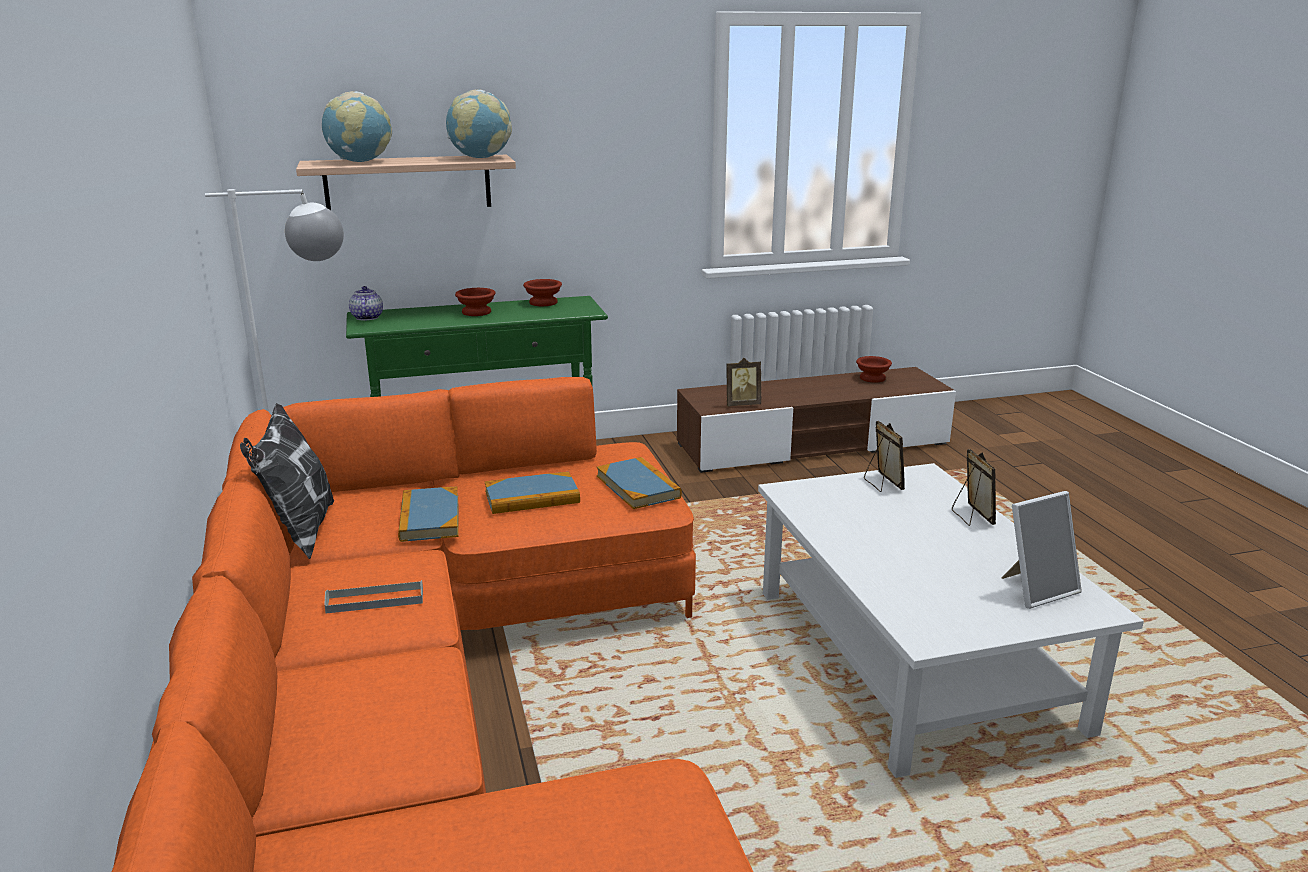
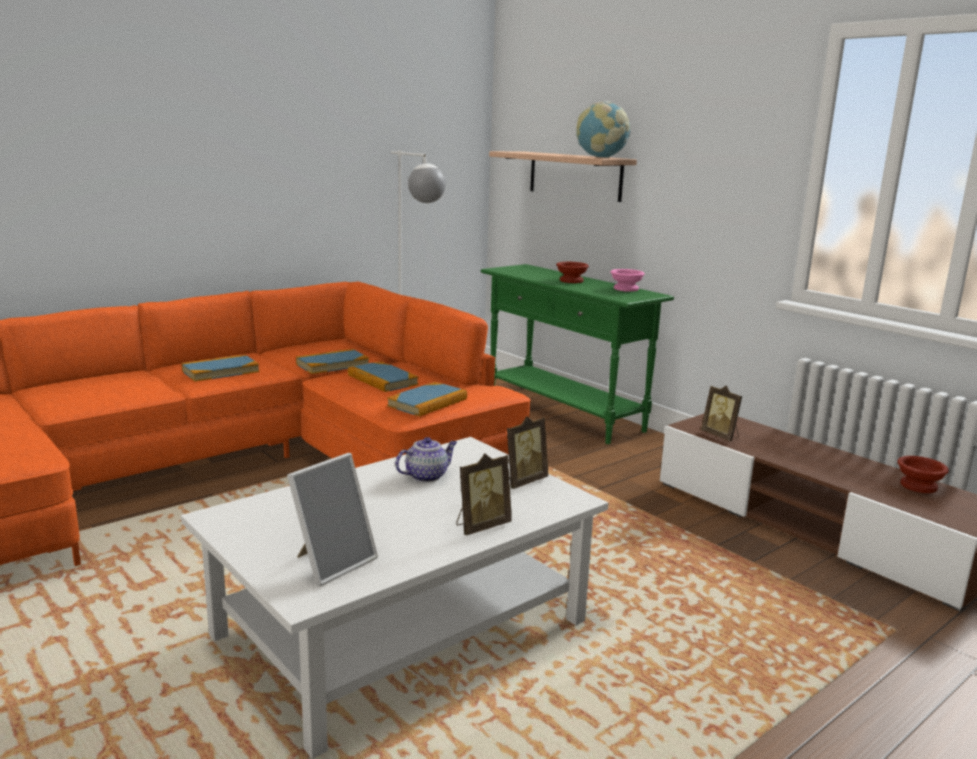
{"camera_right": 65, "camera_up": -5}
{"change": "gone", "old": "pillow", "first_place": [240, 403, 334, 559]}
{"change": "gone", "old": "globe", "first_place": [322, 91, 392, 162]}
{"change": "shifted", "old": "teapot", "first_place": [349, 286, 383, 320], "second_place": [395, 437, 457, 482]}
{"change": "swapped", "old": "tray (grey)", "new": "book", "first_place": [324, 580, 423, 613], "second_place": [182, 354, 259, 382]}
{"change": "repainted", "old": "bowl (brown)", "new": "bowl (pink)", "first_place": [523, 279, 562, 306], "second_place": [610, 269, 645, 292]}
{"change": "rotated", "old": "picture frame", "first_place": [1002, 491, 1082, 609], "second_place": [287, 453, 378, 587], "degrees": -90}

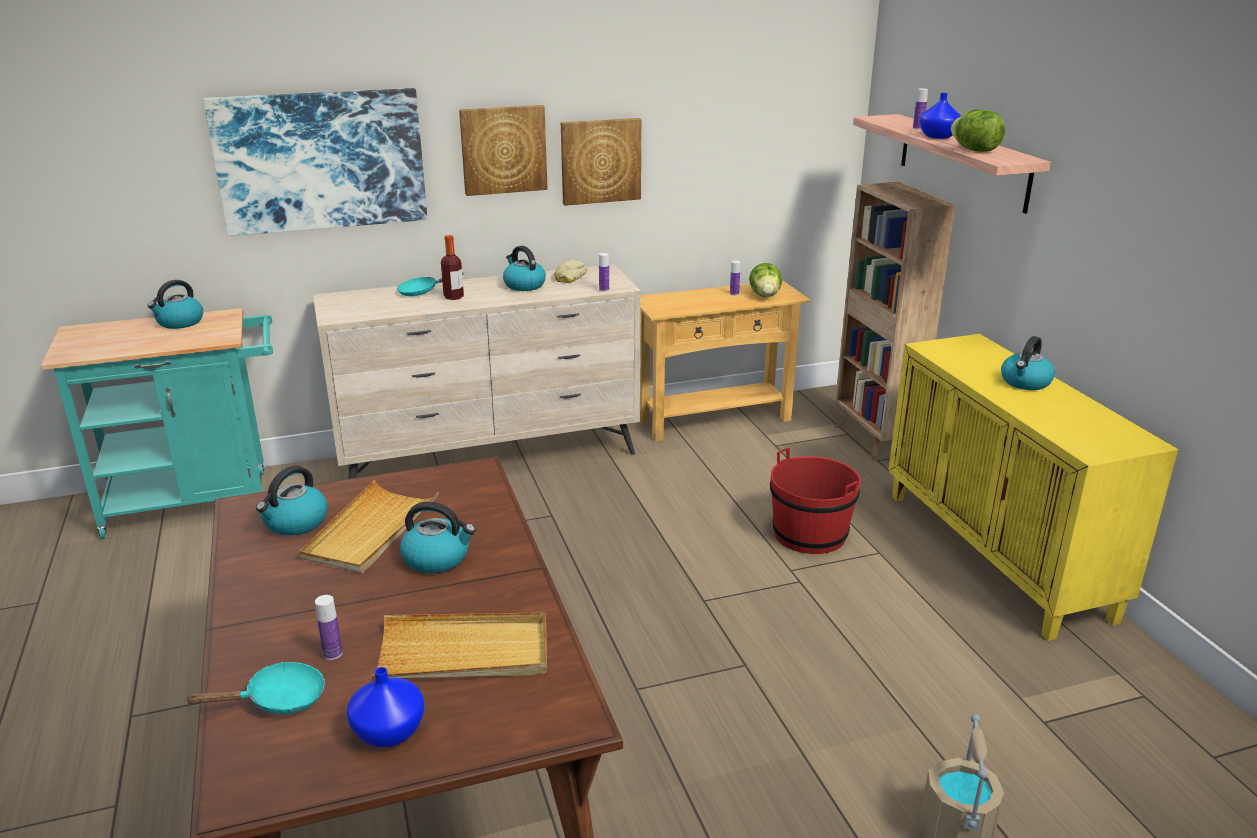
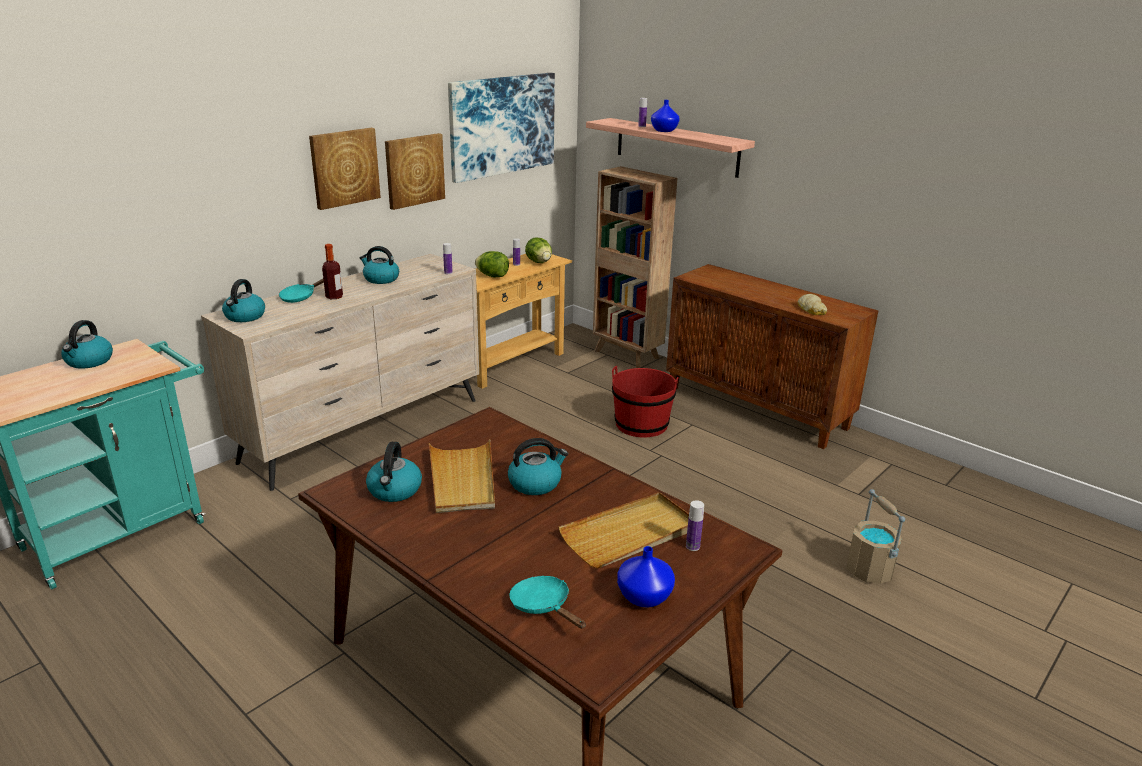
{"camera_right": -30, "camera_up": 0}
{"change": "shifted", "old": "picture", "first_place": [203, 88, 427, 236], "second_place": [448, 73, 555, 183]}
{"change": "shifted", "old": "bottle", "first_place": [315, 595, 342, 660], "second_place": [686, 500, 704, 551]}
{"change": "shifted", "old": "bread", "first_place": [554, 259, 587, 283], "second_place": [797, 294, 827, 315]}
{"change": "shifted", "old": "lettuce", "first_place": [951, 110, 1005, 152], "second_place": [475, 251, 509, 277]}
{"change": "shifted", "old": "kettle", "first_place": [1001, 336, 1055, 390], "second_place": [222, 279, 265, 322]}
{"change": "repainted", "old": "cabinet (yellow)", "new": "cabinet (brown)", "first_place": [888, 334, 1178, 641], "second_place": [666, 264, 879, 449]}
{"change": "rotated", "old": "frying pan (turquoise)", "first_place": [185, 662, 325, 714], "second_place": [509, 576, 586, 629], "degrees": -75}

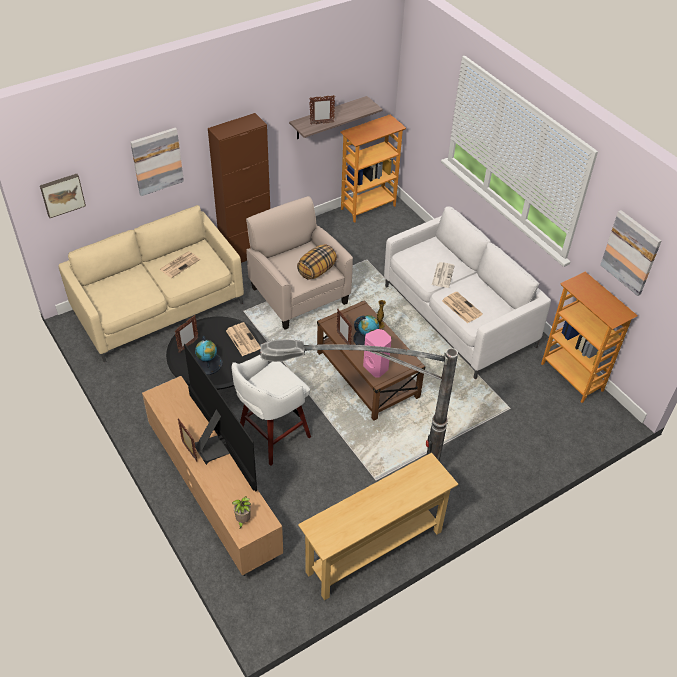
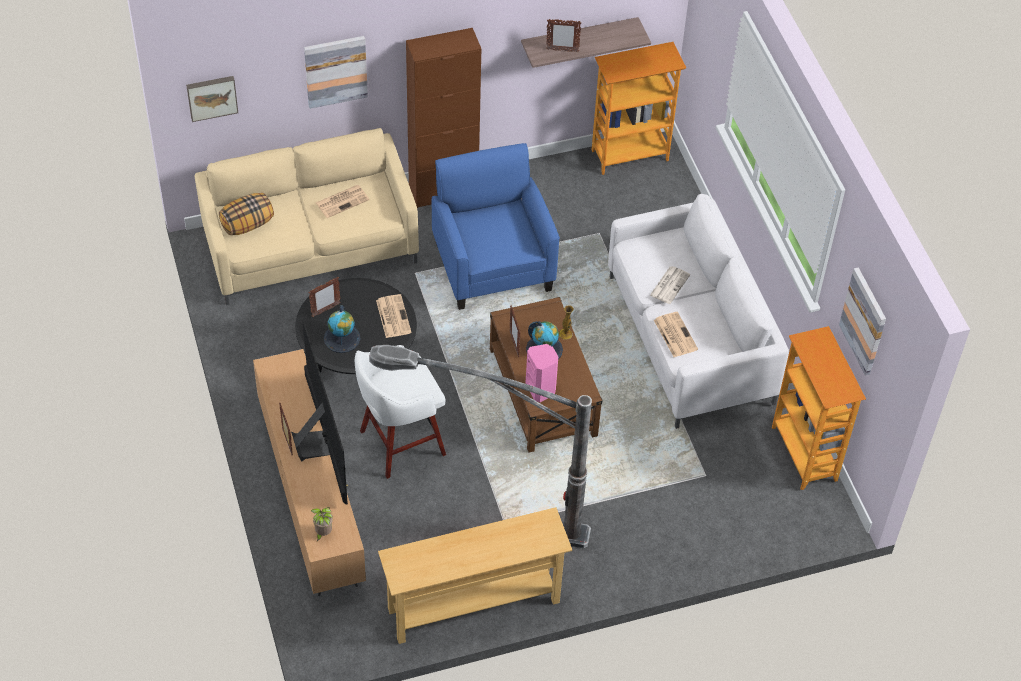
{"camera_right": 15, "camera_up": 5}
{"change": "shifted", "old": "pillow", "first_place": [297, 244, 337, 280], "second_place": [219, 193, 274, 235]}
{"change": "repainted", "old": "armchair (beige)", "new": "armchair (blue)", "first_place": [246, 196, 353, 330], "second_place": [432, 143, 560, 310]}

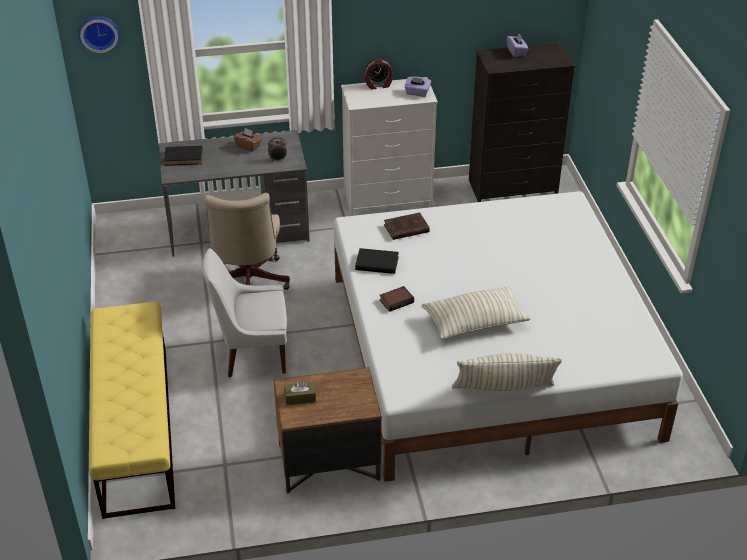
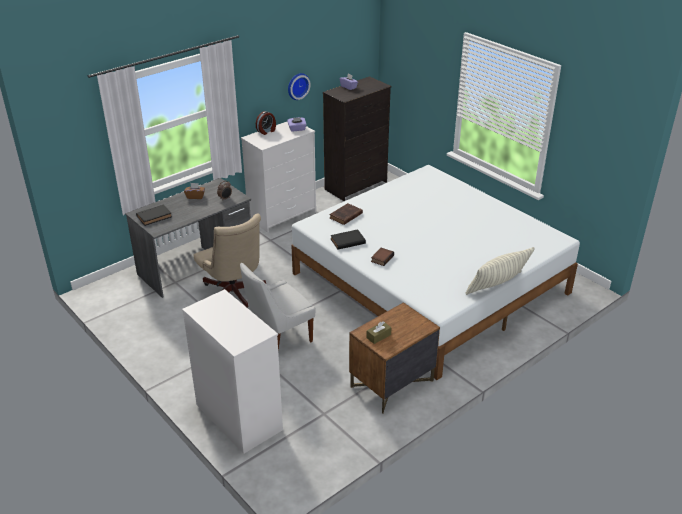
{"camera_right": -30, "camera_up": -5}
{"change": "gone", "old": "pillow", "first_place": [422, 286, 531, 340]}
{"change": "shifted", "old": "wall clock", "first_place": [78, 16, 120, 53], "second_place": [288, 73, 311, 100]}
{"change": "swapped", "old": "bench (yellow)", "new": "dresser (white)", "first_place": [89, 302, 175, 519], "second_place": [182, 289, 283, 454]}

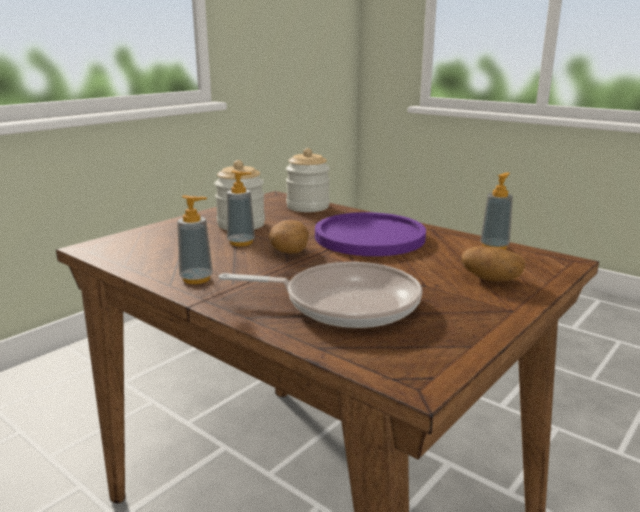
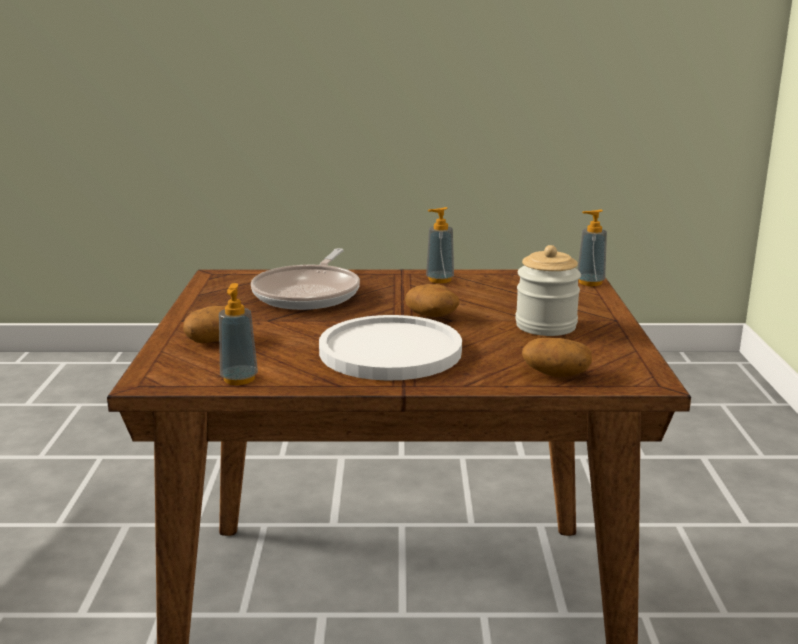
{"camera_right": 140, "camera_up": 0}
{"change": "shifted", "old": "soap dispenser", "first_place": [227, 170, 255, 246], "second_place": [577, 210, 607, 286]}
{"change": "swapped", "old": "jar", "new": "potato", "first_place": [286, 148, 330, 212], "second_place": [522, 338, 592, 377]}
{"change": "repainted", "old": "plate (purple)", "new": "plate (white)", "first_place": [315, 212, 426, 256], "second_place": [319, 315, 462, 381]}
{"change": "rotated", "old": "frying pan", "first_place": [219, 262, 422, 328], "second_place": [251, 248, 360, 310], "degrees": -45}

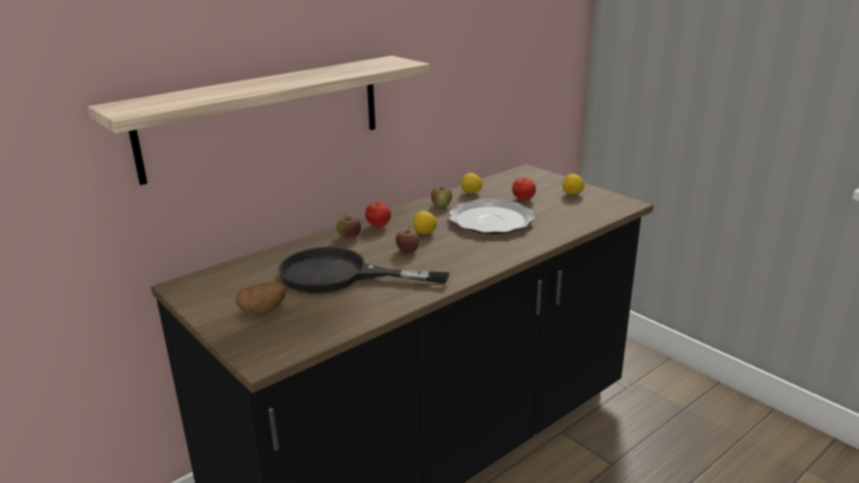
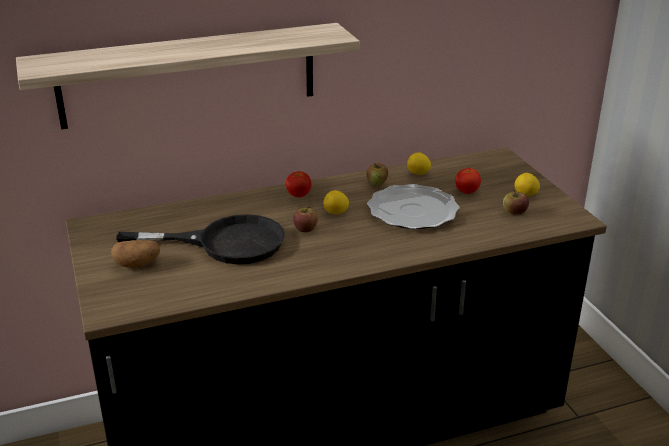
{"camera_right": 20, "camera_up": 5}
{"change": "shifted", "old": "apple", "first_place": [336, 214, 361, 238], "second_place": [503, 190, 529, 214]}
{"change": "rotated", "old": "frying pan (black)", "first_place": [278, 247, 449, 293], "second_place": [116, 214, 285, 265], "degrees": 150}

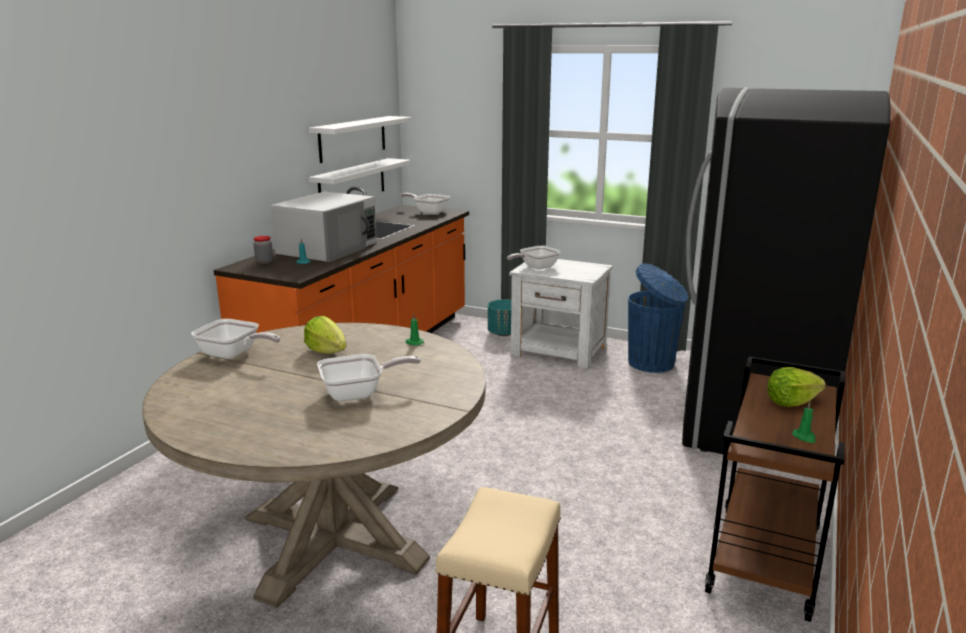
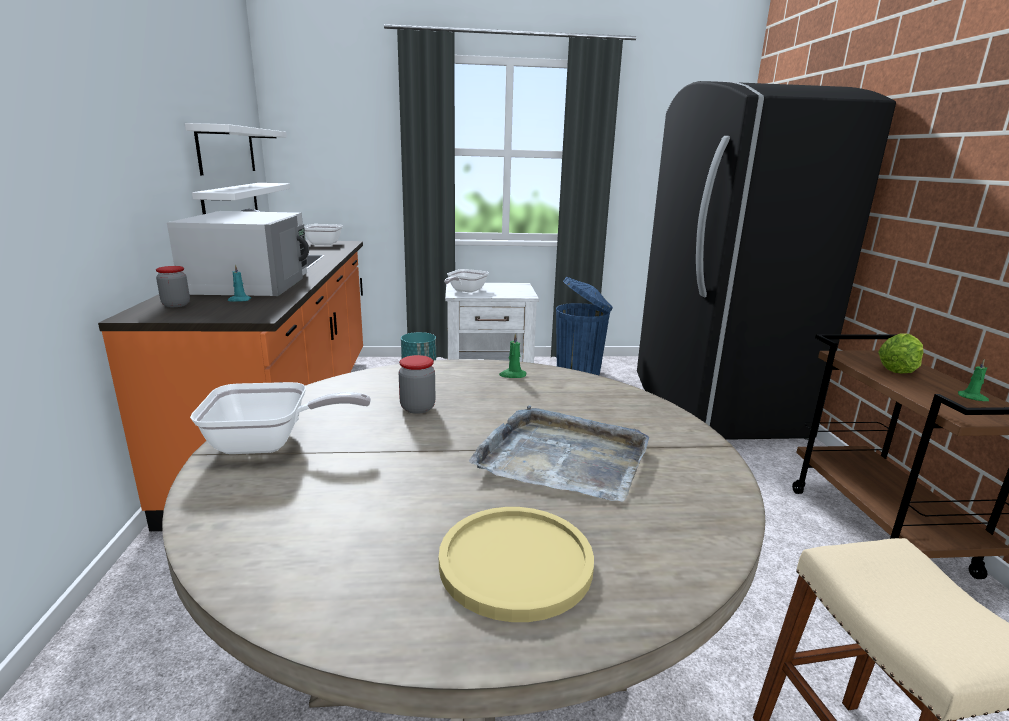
{"camera_right": -30, "camera_up": 0}
{"change": "new", "new": "plate (yellow)", "second_place": [439, 507, 594, 622]}
{"change": "swapped", "old": "lettuce", "new": "jar", "first_place": [304, 316, 346, 354], "second_place": [398, 355, 435, 414]}
{"change": "swapped", "old": "frying pan", "new": "tray (grey)", "first_place": [317, 354, 421, 402], "second_place": [469, 405, 649, 502]}

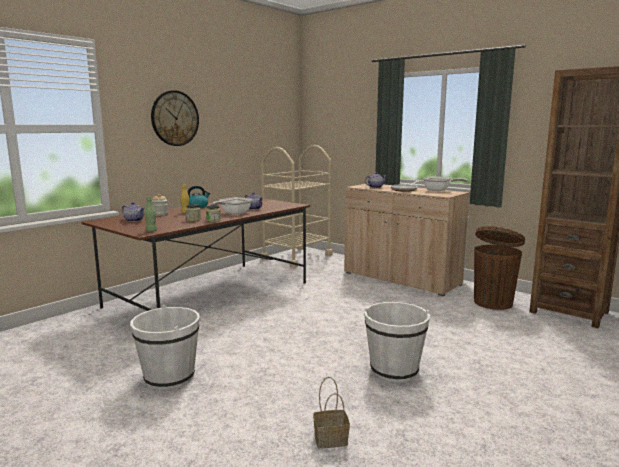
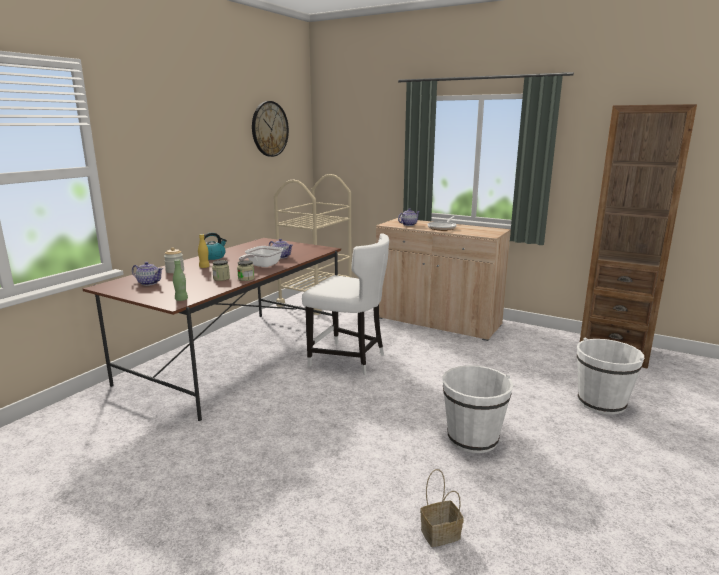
{"camera_right": -10, "camera_up": 5}
{"change": "gone", "old": "frying pan", "first_place": [423, 176, 468, 191]}
{"change": "gone", "old": "trash can (brown)", "first_place": [474, 226, 525, 310]}
{"change": "new", "new": "chair (white)", "second_place": [302, 234, 389, 375]}
{"change": "shifted", "old": "bucket (white)", "first_place": [130, 305, 200, 390], "second_place": [577, 338, 644, 415]}
{"change": "shifted", "old": "wall clock", "first_place": [151, 90, 199, 146], "second_place": [252, 101, 289, 157]}

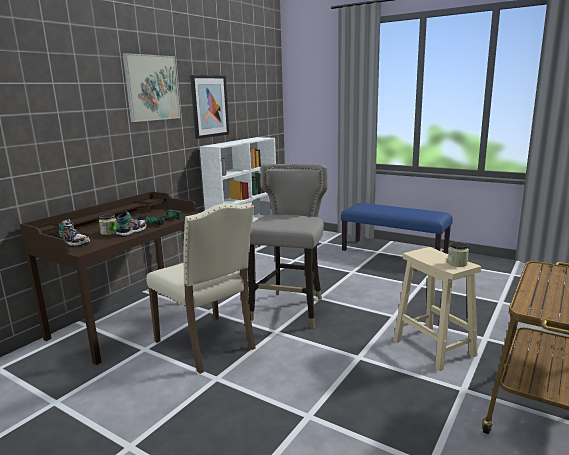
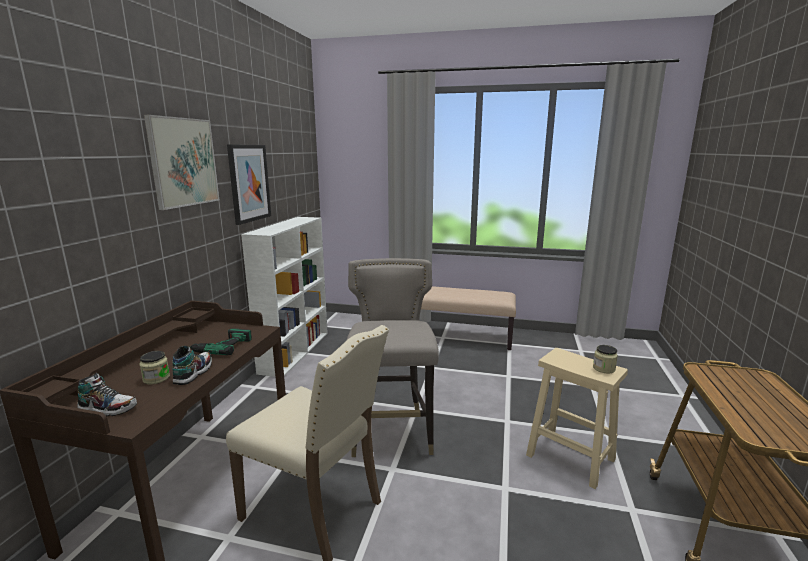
{"camera_right": -20, "camera_up": 0}
{"change": "repainted", "old": "bench (blue)", "new": "bench (beige)", "first_place": [341, 203, 453, 254], "second_place": [421, 286, 516, 350]}

